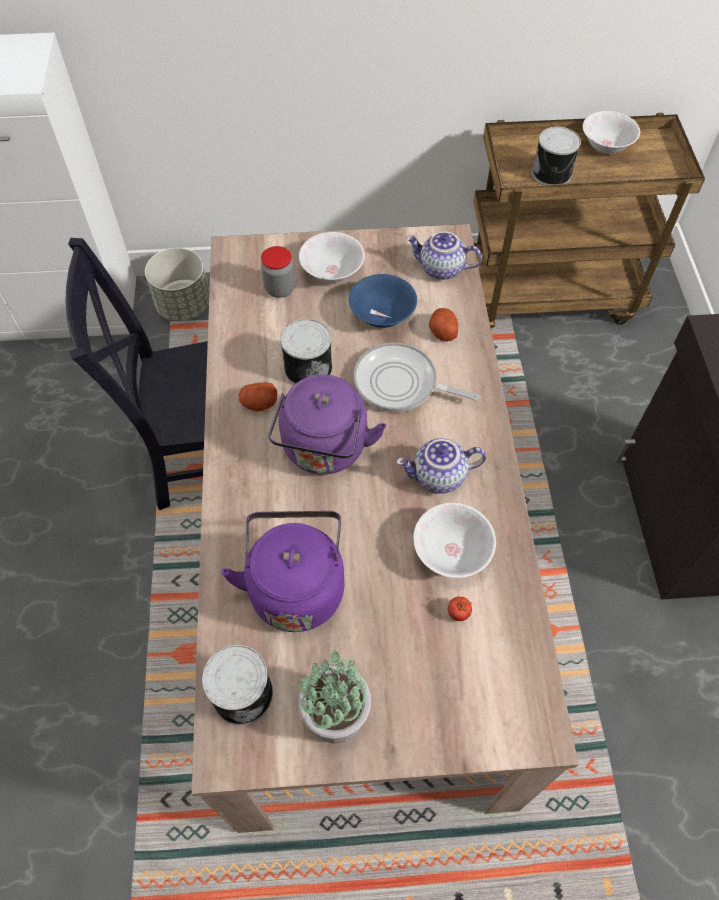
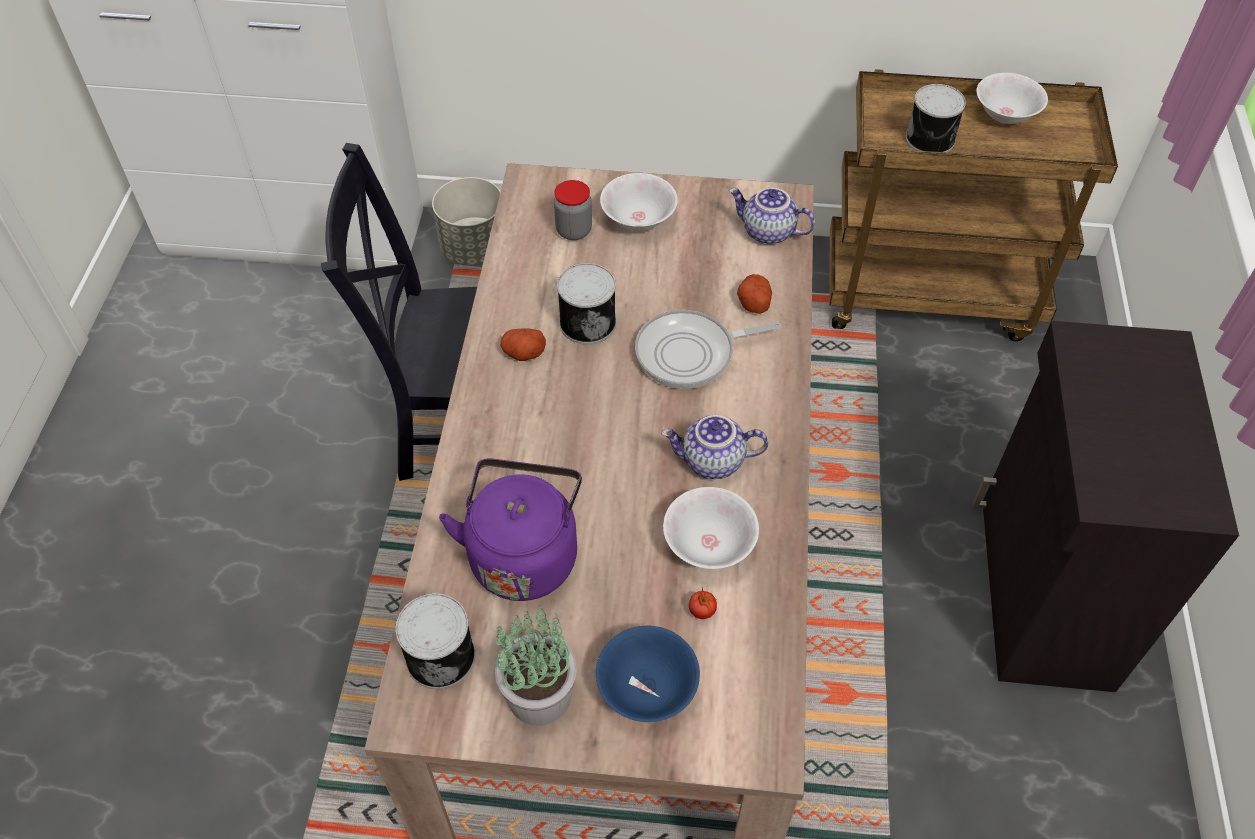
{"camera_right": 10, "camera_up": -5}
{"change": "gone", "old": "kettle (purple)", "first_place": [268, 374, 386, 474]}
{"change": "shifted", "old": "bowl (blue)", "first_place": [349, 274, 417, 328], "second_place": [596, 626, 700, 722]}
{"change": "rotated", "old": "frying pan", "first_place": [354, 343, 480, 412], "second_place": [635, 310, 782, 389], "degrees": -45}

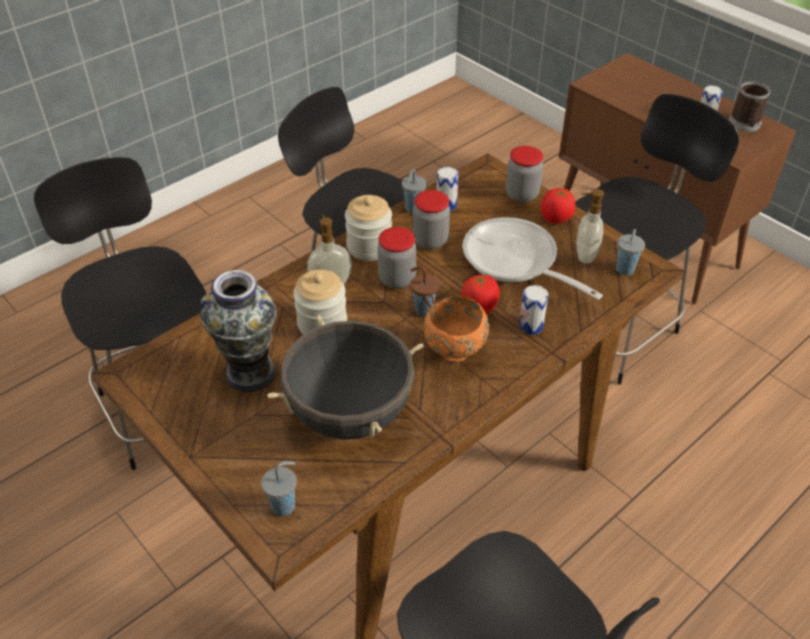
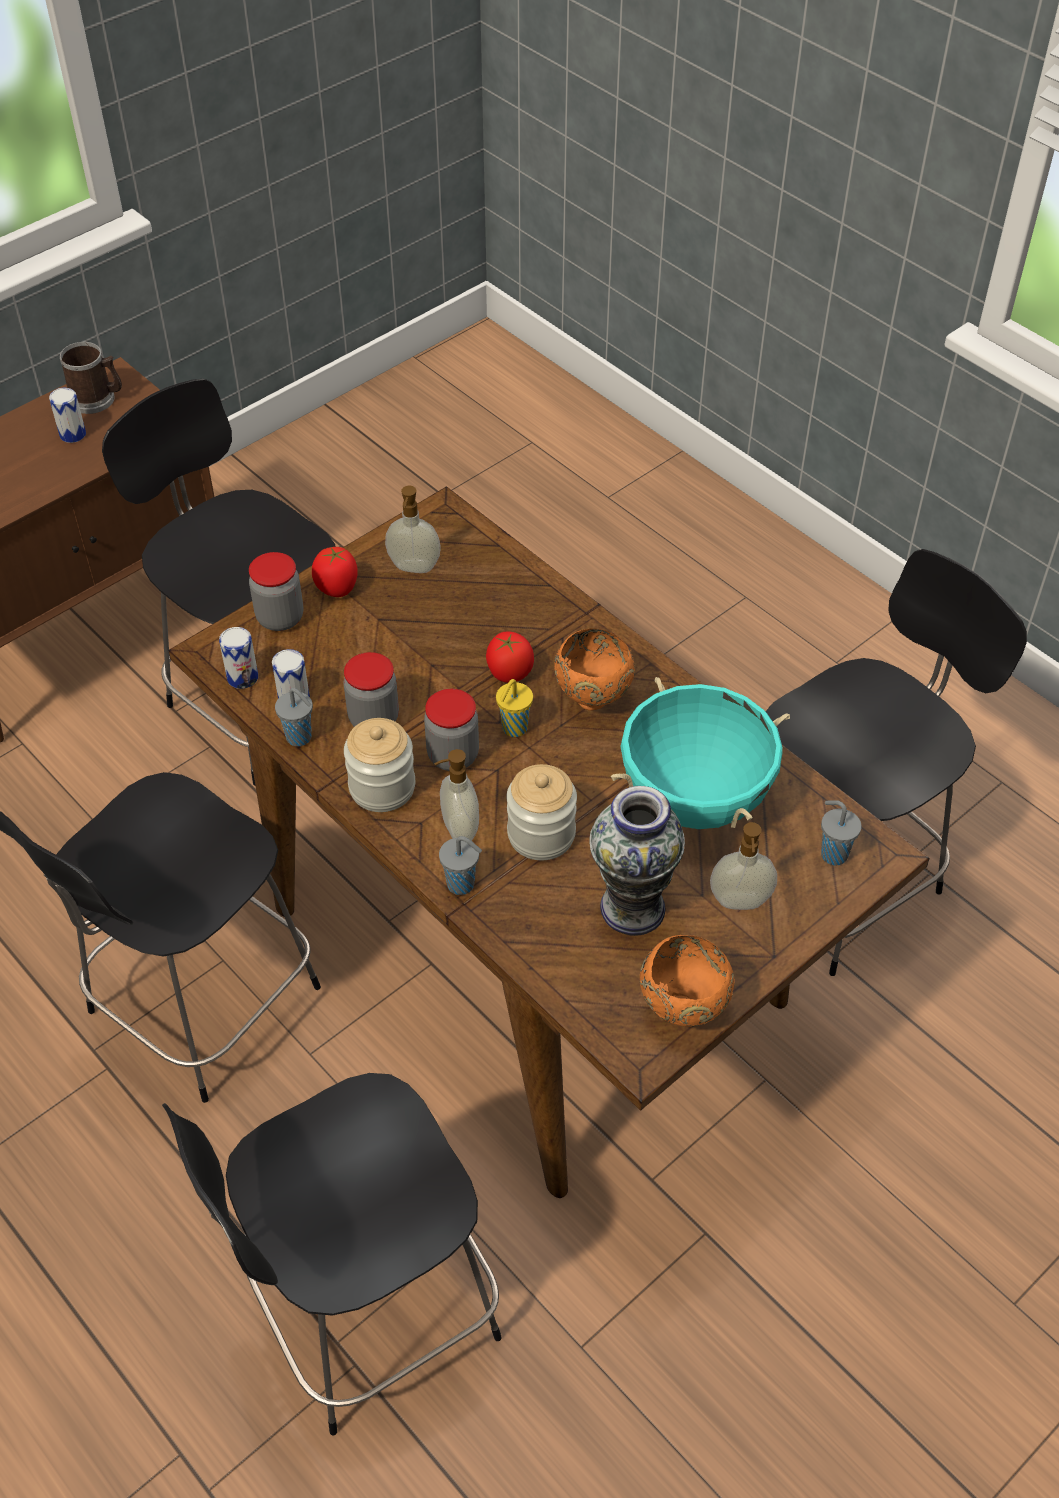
{"camera_right": -90, "camera_up": 5}
{"change": "gone", "old": "frying pan", "first_place": [462, 217, 603, 300]}
{"change": "new", "new": "bowl (orange)", "second_place": [640, 935, 734, 1027]}
{"change": "new", "new": "soap dispenser", "second_place": [710, 822, 777, 910]}
{"change": "shifted", "old": "can", "first_place": [519, 285, 549, 335], "second_place": [219, 627, 258, 689]}
{"change": "shifted", "old": "cup (grey)", "first_place": [616, 229, 645, 275], "second_place": [439, 836, 482, 895]}
{"change": "repainted", "old": "cooking pot (black)", "new": "cooking pot (turquoise)", "first_place": [267, 315, 424, 440], "second_place": [611, 677, 790, 829]}
{"change": "repainted", "old": "cup (brown)", "new": "cup (yellow)", "first_place": [410, 266, 439, 317], "second_place": [496, 679, 533, 737]}

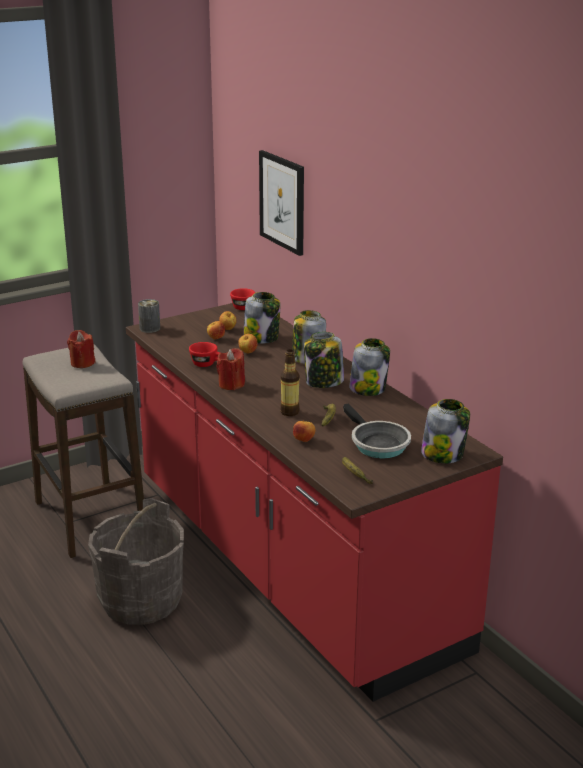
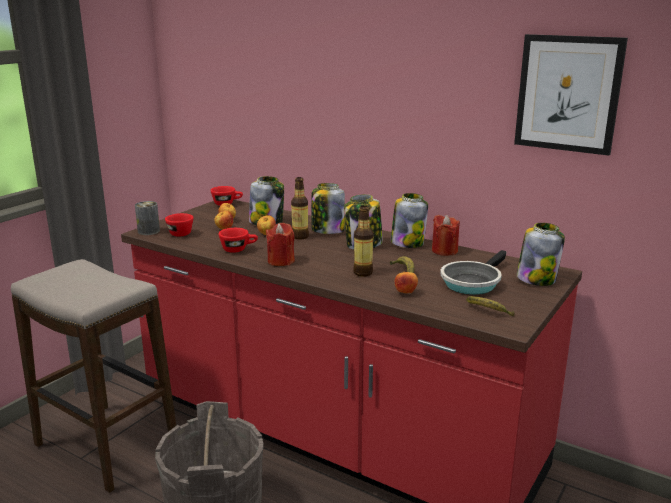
{"camera_right": -25, "camera_up": -5}
{"change": "new", "new": "cup (red)", "second_place": [165, 213, 194, 237]}
{"change": "new", "new": "bottle", "second_place": [291, 177, 309, 239]}
{"change": "shifted", "old": "candle (red)", "first_place": [67, 330, 96, 368], "second_place": [432, 215, 460, 256]}
{"change": "shifted", "old": "picture", "first_place": [259, 150, 304, 256], "second_place": [514, 34, 628, 156]}
{"change": "rotated", "old": "frying pan", "first_place": [343, 404, 411, 458], "second_place": [440, 250, 506, 295], "degrees": 90}

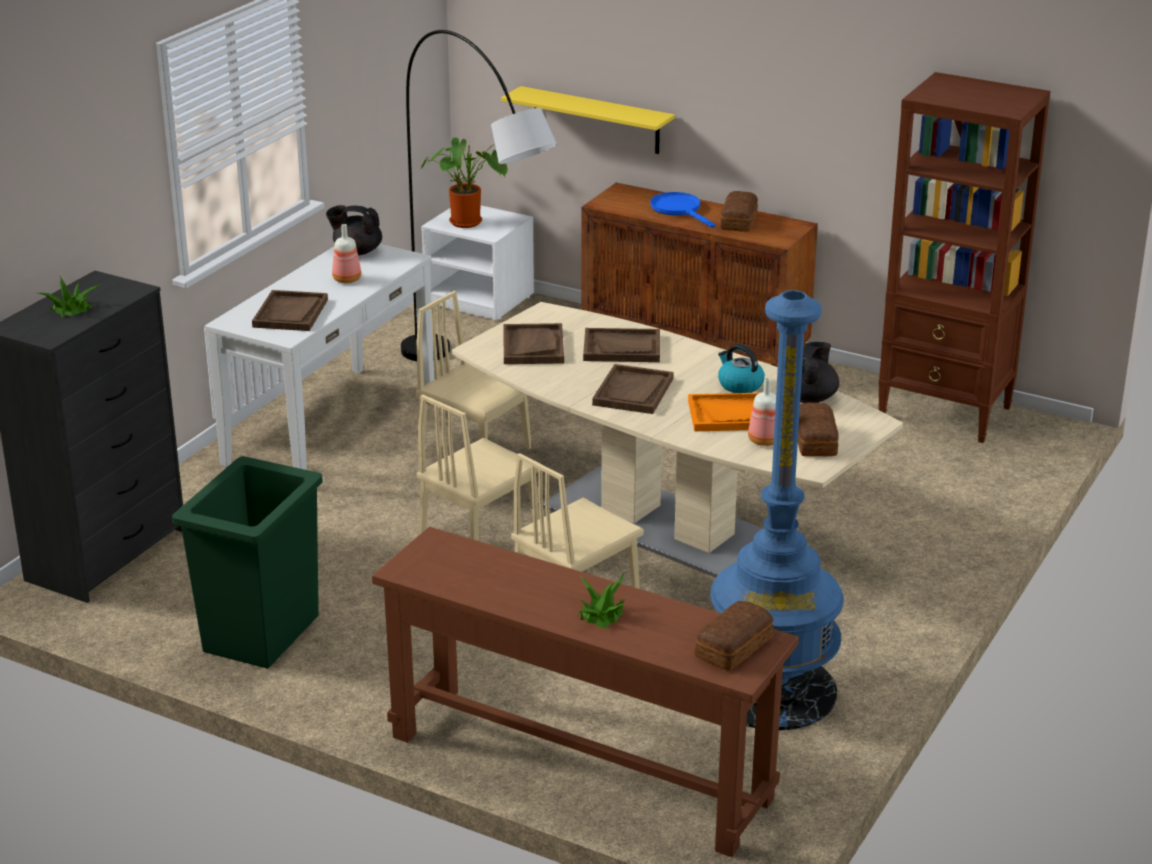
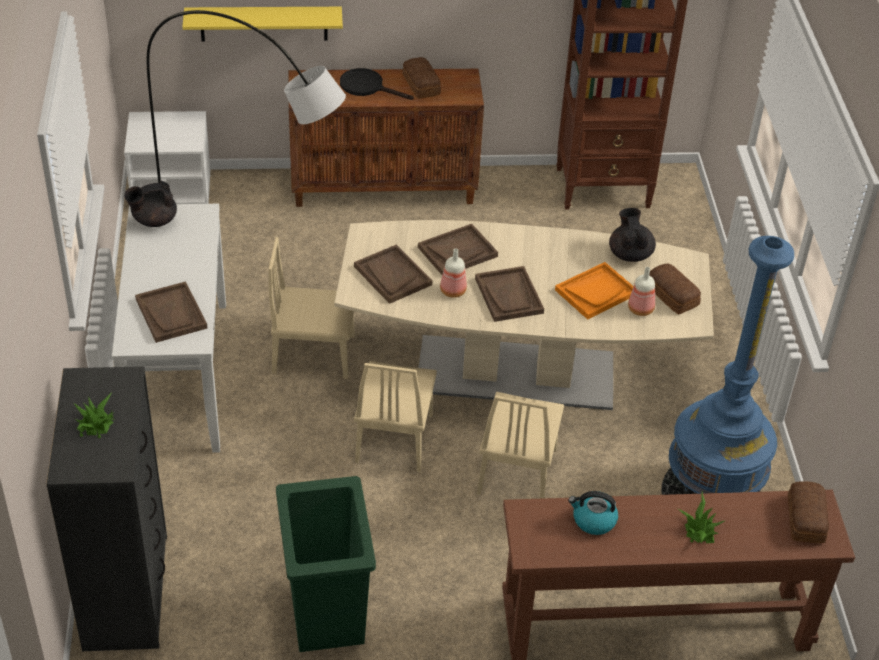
{"camera_right": -35, "camera_up": 15}
{"change": "gone", "old": "potted plant", "first_place": [421, 137, 508, 228]}
{"change": "shifted", "old": "bottle", "first_place": [332, 224, 361, 283], "second_place": [440, 249, 467, 298]}
{"change": "shifted", "old": "kettle", "first_place": [718, 344, 765, 393], "second_place": [568, 491, 618, 535]}
{"change": "repainted", "old": "frying pan (blue)", "new": "frying pan (black)", "first_place": [650, 192, 715, 228], "second_place": [340, 68, 414, 100]}

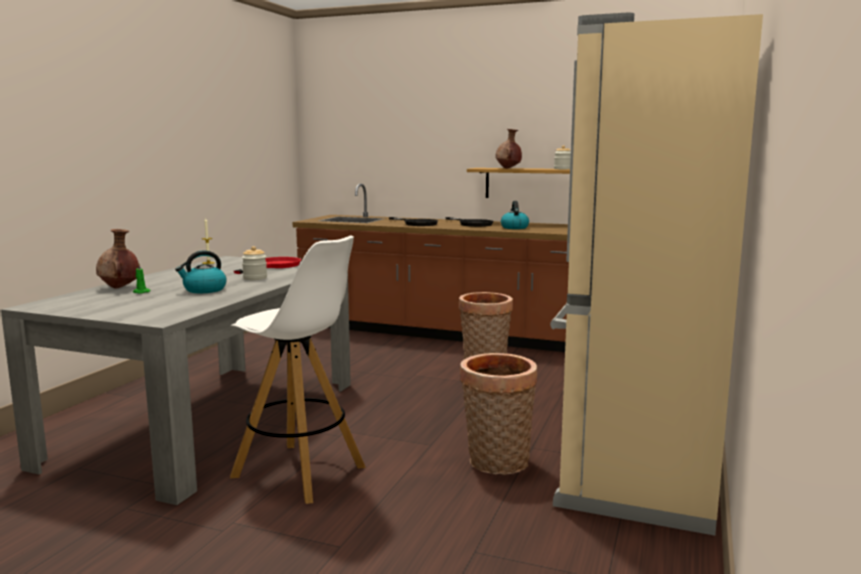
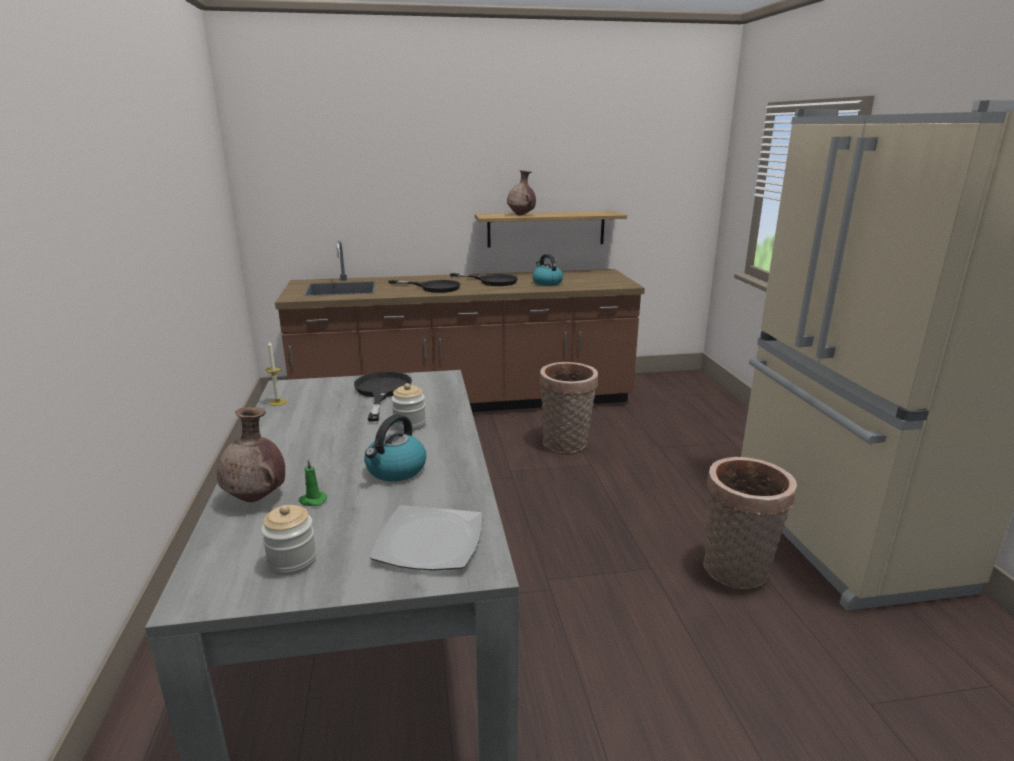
{"camera_right": -30, "camera_up": 10}
{"change": "gone", "old": "stool (white)", "first_place": [230, 235, 366, 504]}
{"change": "new", "new": "plate", "second_place": [370, 505, 483, 571]}
{"change": "shifted", "old": "jar", "first_place": [554, 145, 571, 169], "second_place": [261, 505, 317, 576]}
{"change": "repainted", "old": "frying pan (red)", "new": "frying pan (black)", "first_place": [234, 257, 301, 274], "second_place": [354, 371, 412, 422]}

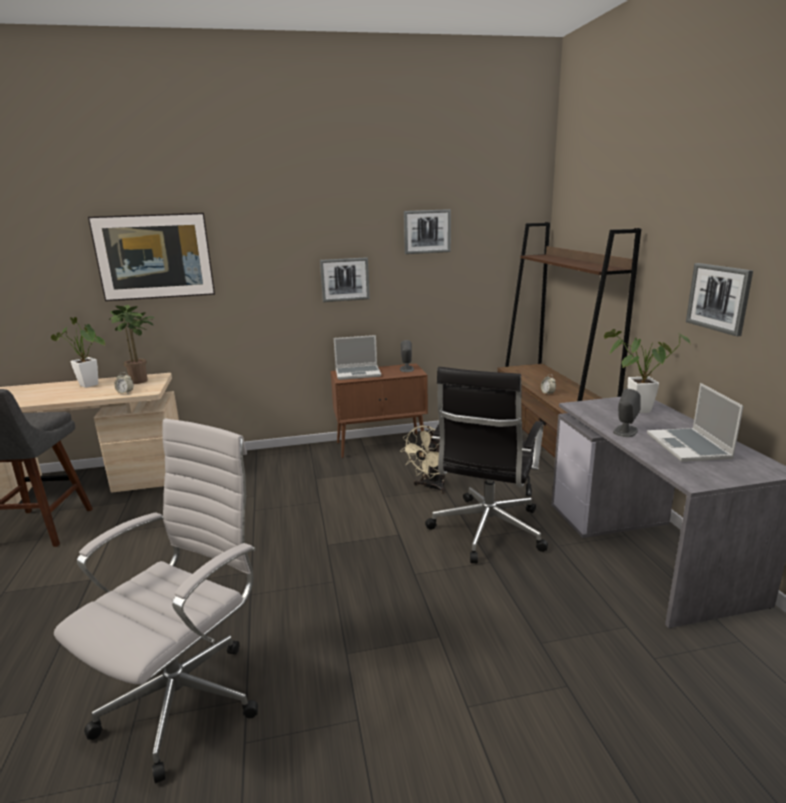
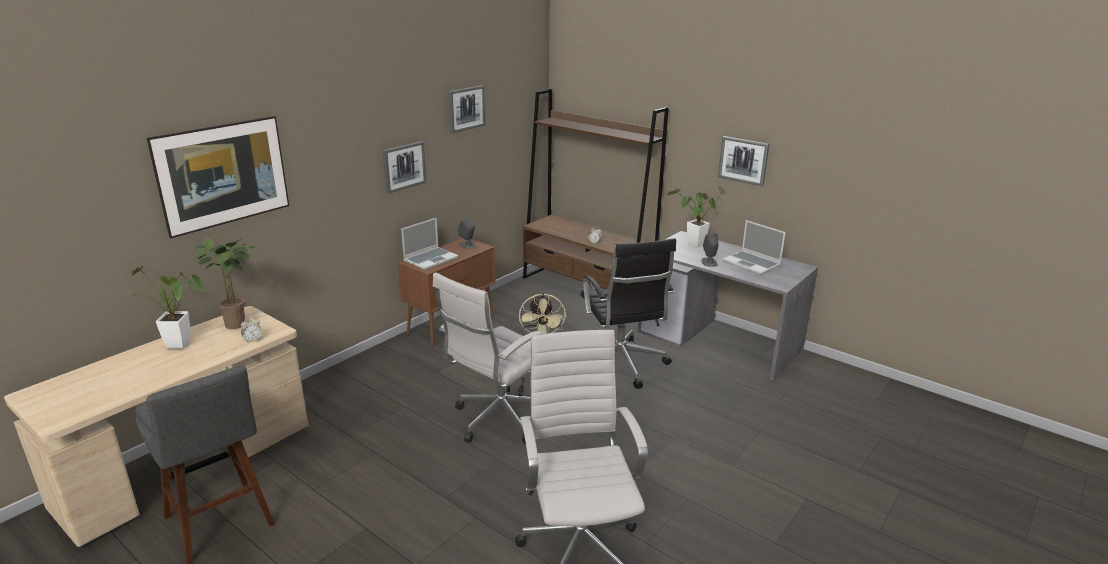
{"camera_right": -40, "camera_up": 5}
{"change": "new", "new": "office chair (white)", "second_place": [433, 272, 544, 445]}

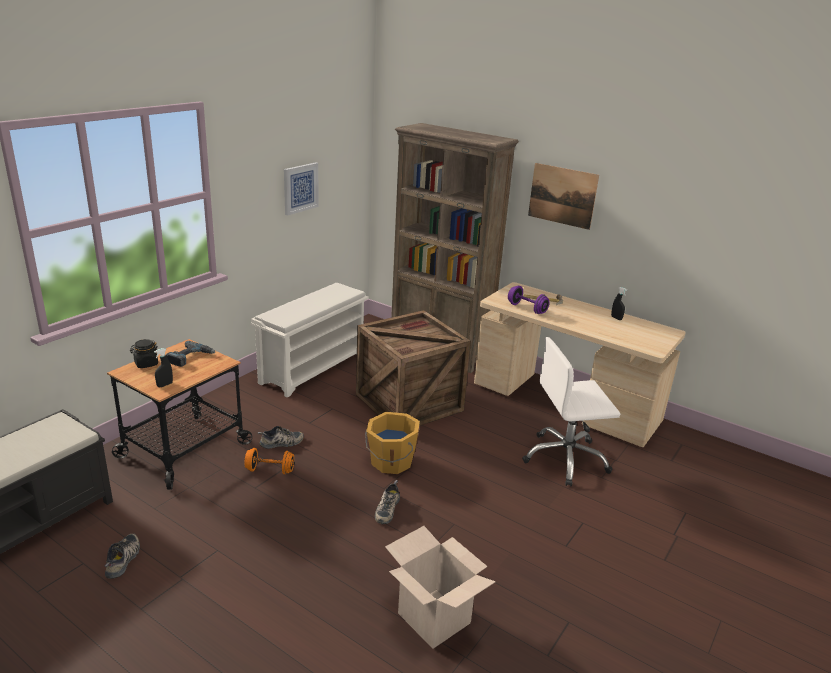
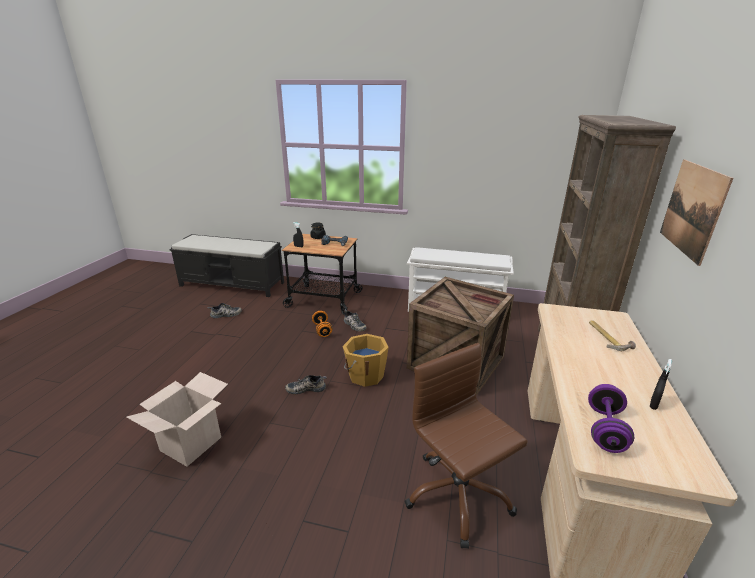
{"camera_right": 70, "camera_up": 0}
{"change": "gone", "old": "picture", "first_place": [284, 162, 319, 215]}
{"change": "shifted", "old": "dumbbell (purple)", "first_place": [508, 286, 550, 314], "second_place": [588, 384, 634, 453]}
{"change": "repainted", "old": "office chair (white)", "new": "office chair (brown)", "first_place": [522, 337, 620, 486], "second_place": [405, 343, 528, 549]}

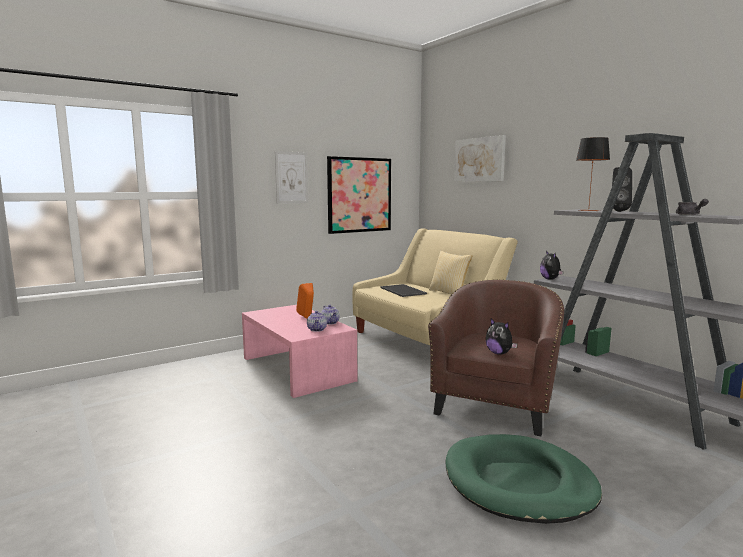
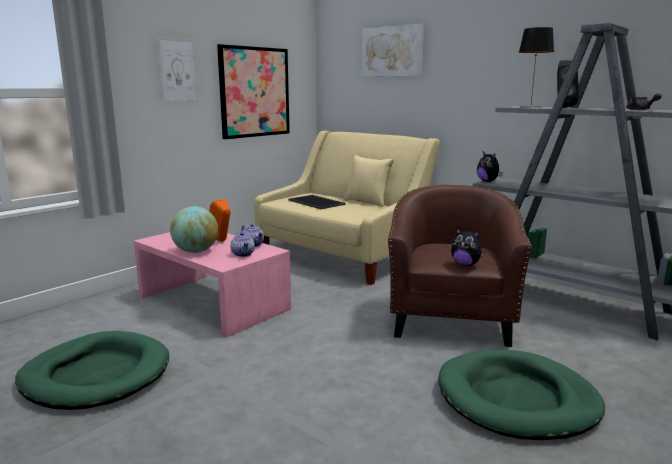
{"camera_right": -15, "camera_up": 5}
{"change": "new", "new": "dog bed (green)", "second_place": [15, 331, 169, 410]}
{"change": "new", "new": "globe", "second_place": [170, 206, 218, 253]}

